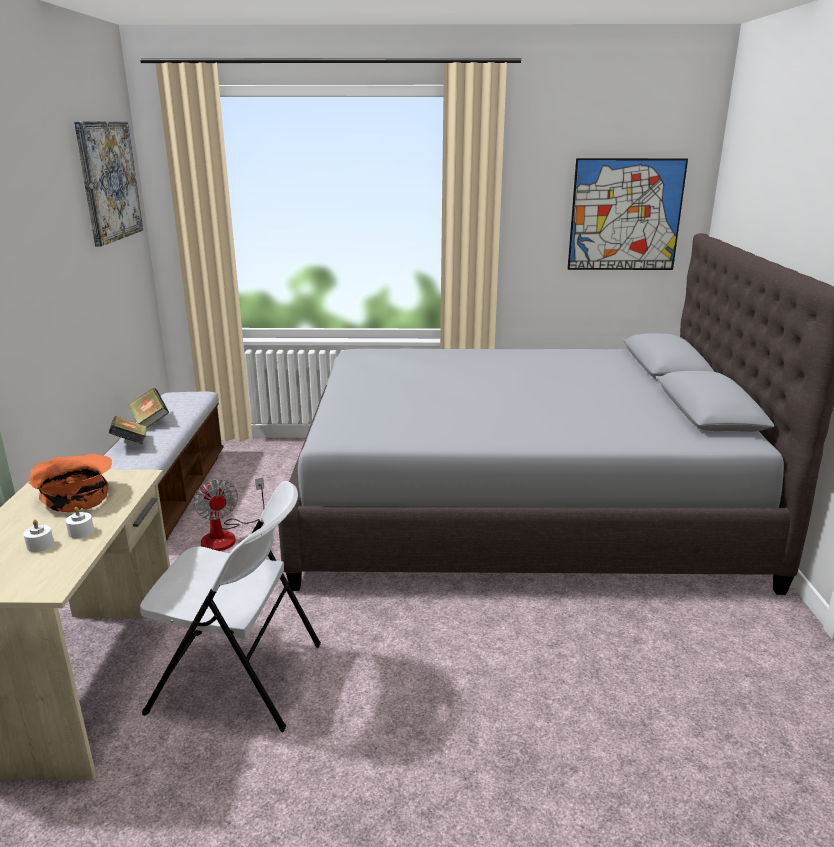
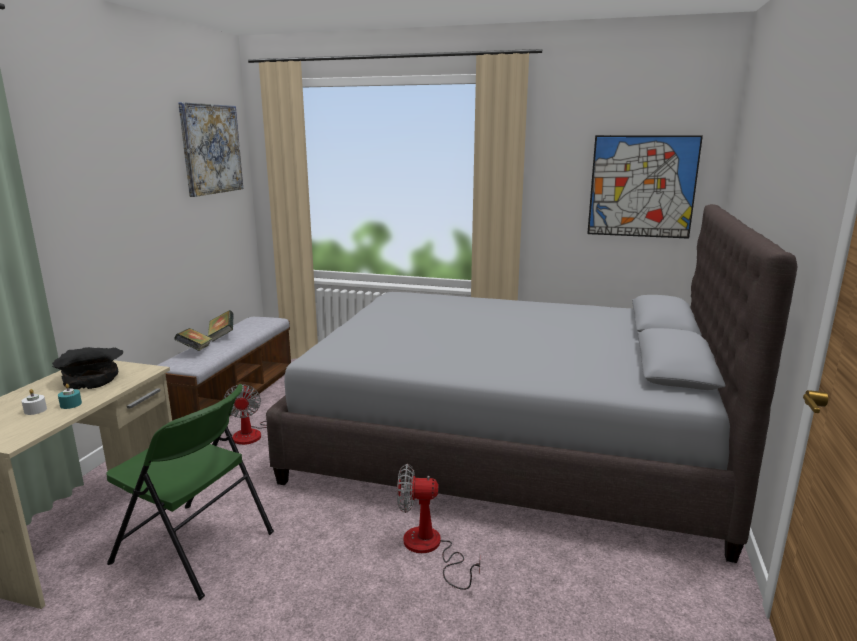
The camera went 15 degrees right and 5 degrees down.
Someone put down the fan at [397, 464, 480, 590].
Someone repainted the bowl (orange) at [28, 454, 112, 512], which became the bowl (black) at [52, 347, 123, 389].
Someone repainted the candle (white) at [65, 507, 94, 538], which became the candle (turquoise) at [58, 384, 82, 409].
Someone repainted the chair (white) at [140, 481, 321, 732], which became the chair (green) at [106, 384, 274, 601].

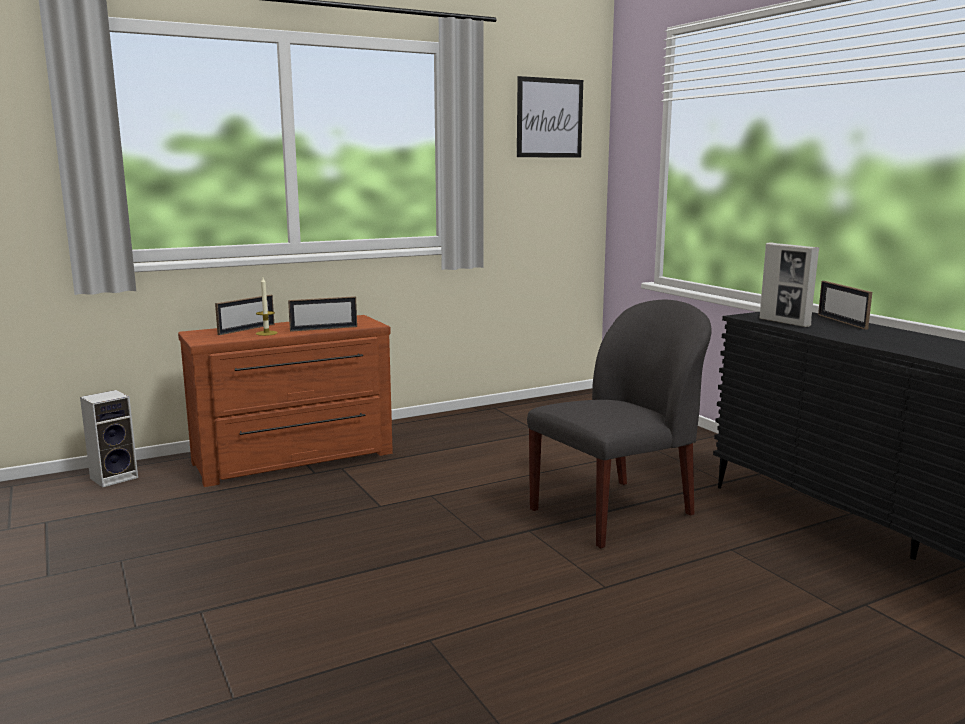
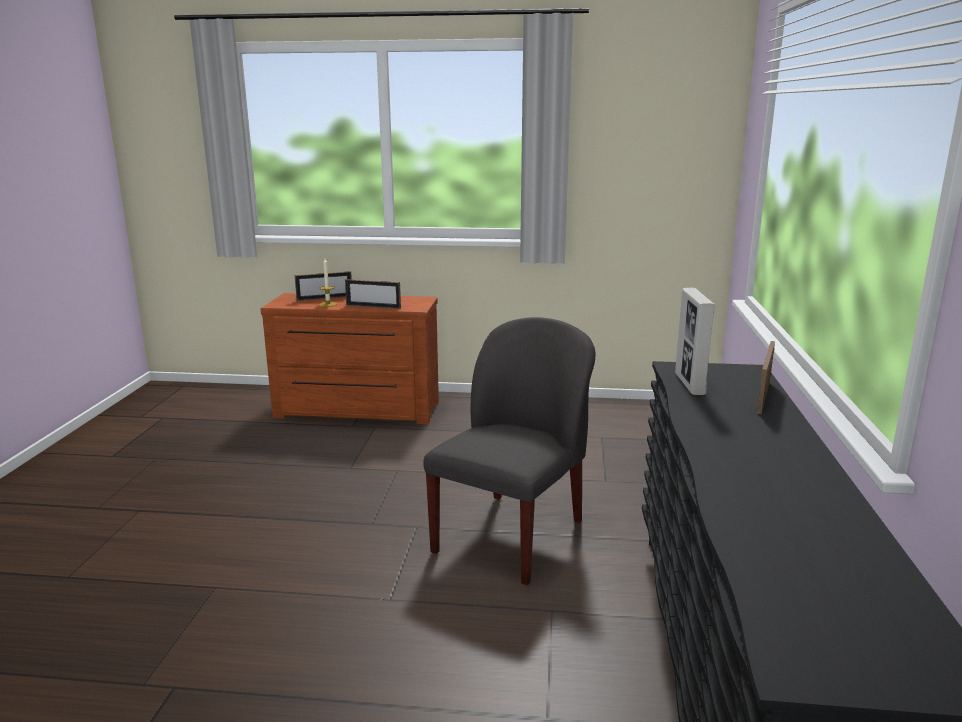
The camera went 35 degrees right and 5 degrees up.
Someone took away the speaker at [80, 390, 138, 487].
Someone took away the picture at [517, 76, 583, 158].
Someone rotated the chair (grey) at [527, 300, 712, 548] by 60 degrees counterclockwise.

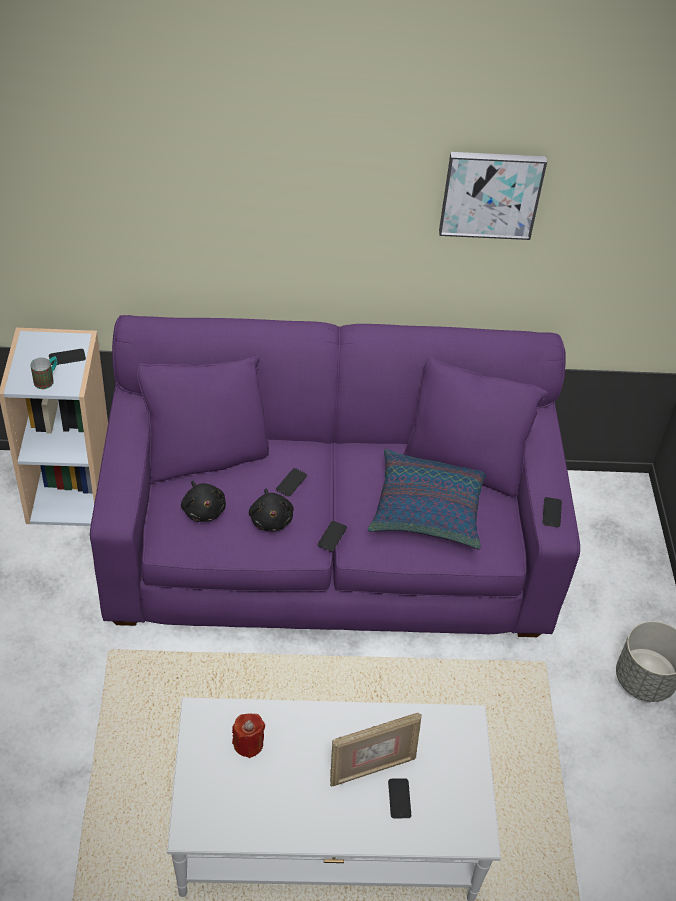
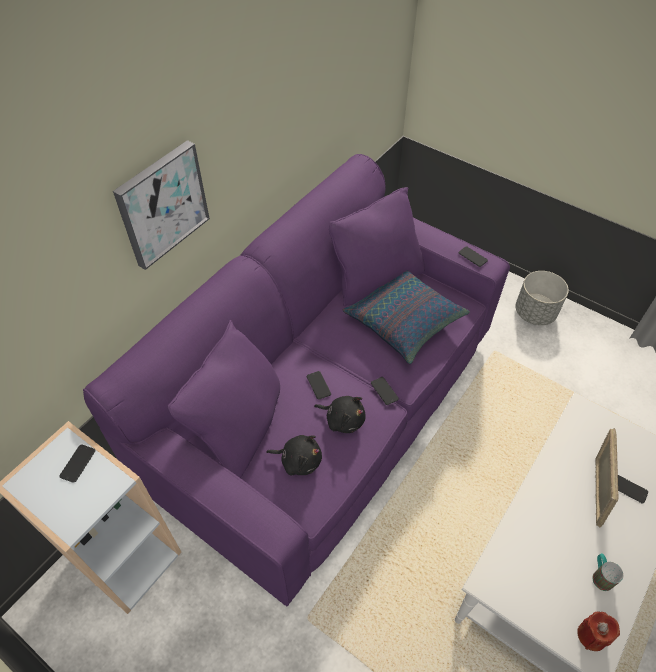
The camera went 50 degrees left and 5 degrees up.
Someone carried the mug from [31, 357, 58, 389] to [592, 553, 623, 591].
Someone carried the candle (red) from [232, 714, 265, 758] to [577, 612, 620, 651].
Someone carried the picture from [439, 152, 547, 240] to [113, 140, 210, 270].

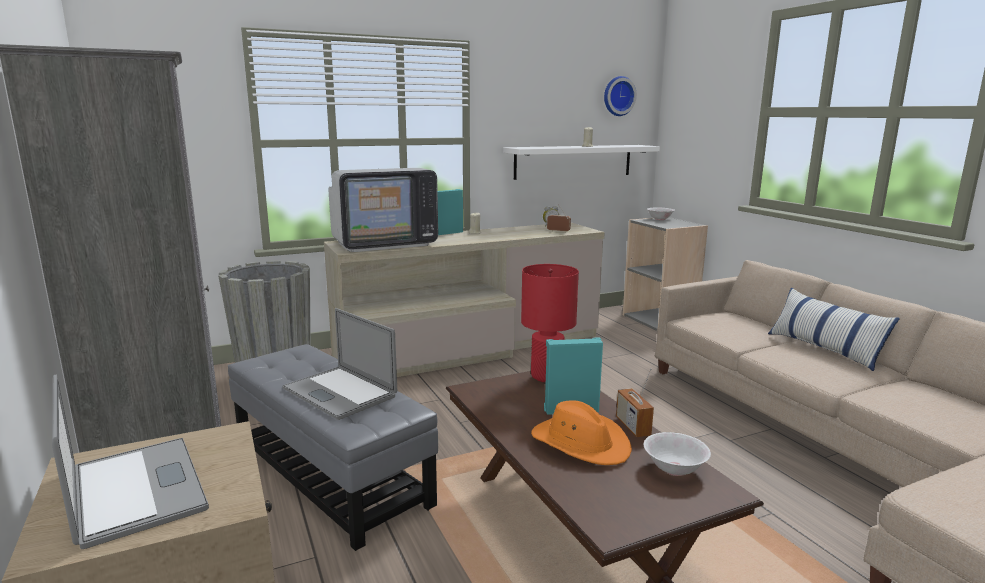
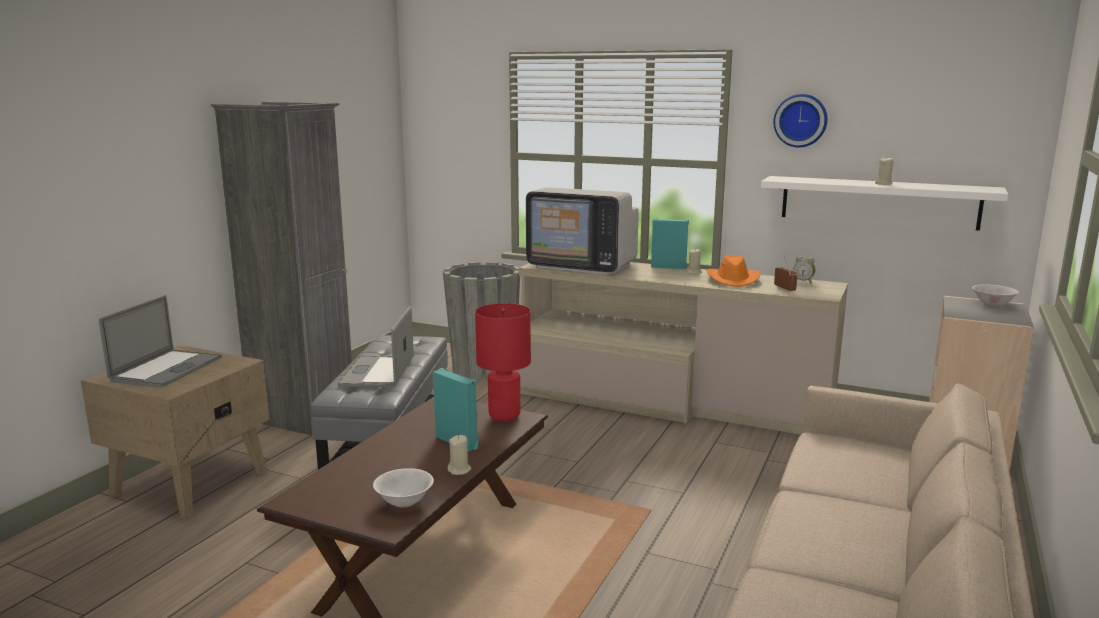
The camera went 50 degrees right and 0 degrees up.
Someone took away the pillow at [768, 288, 900, 371].
Someone carried the hat (orange) from [531, 400, 632, 465] to [707, 255, 761, 287].
Someone carried the wall clock from [604, 76, 637, 116] to [774, 94, 828, 148].
Someone swapped the radio at [616, 368, 654, 437] for the candle (beige) at [448, 435, 472, 475].

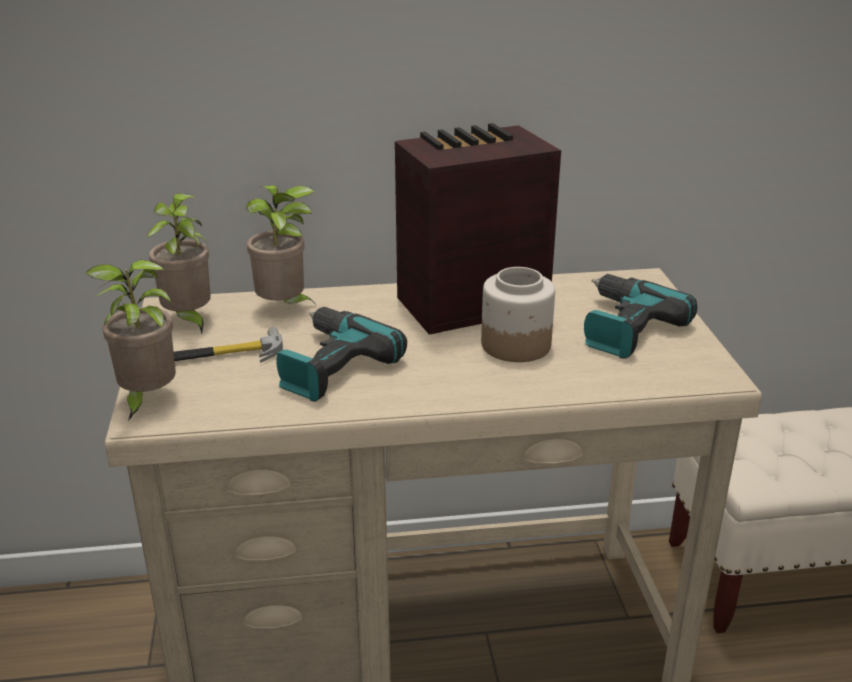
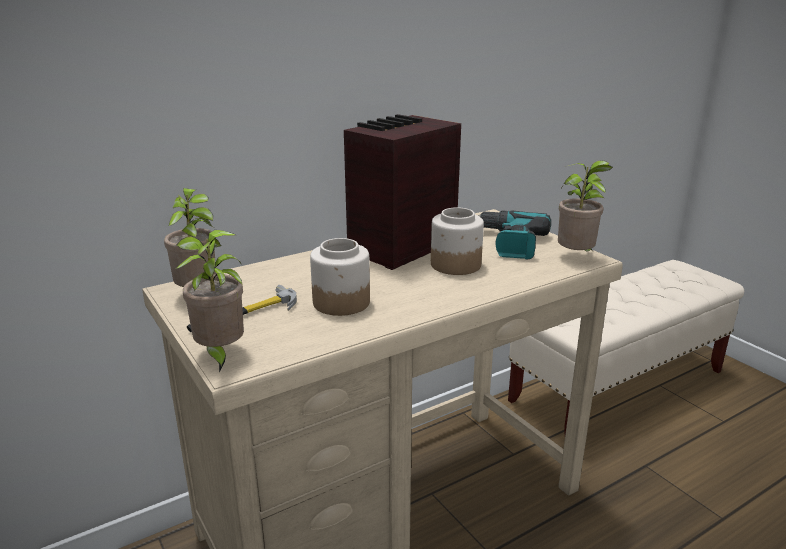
The camera went 25 degrees left and 5 degrees down.
Someone carried the potted plant from [246, 185, 314, 304] to [558, 160, 613, 252].
Someone swapped the power drill at [276, 307, 407, 402] for the jar at [310, 238, 370, 316].

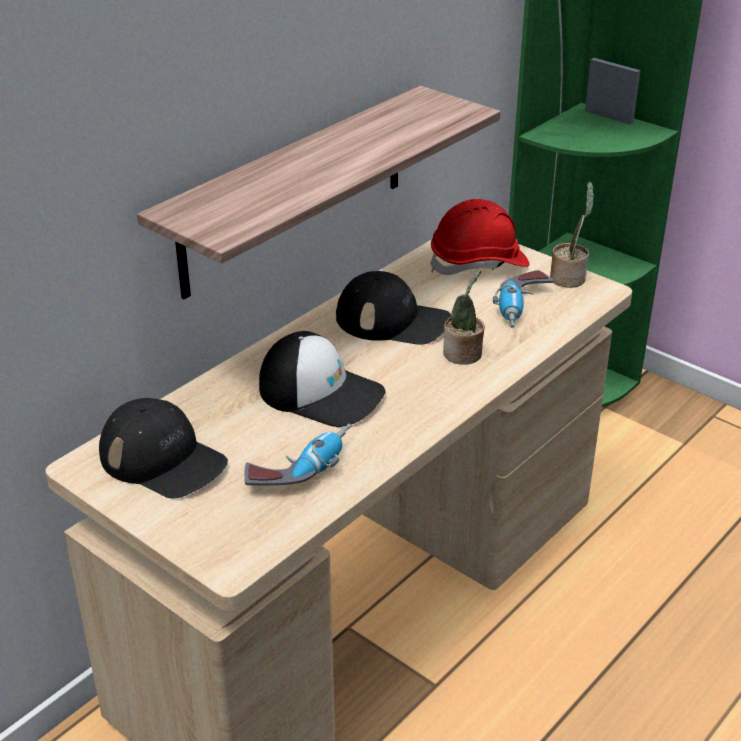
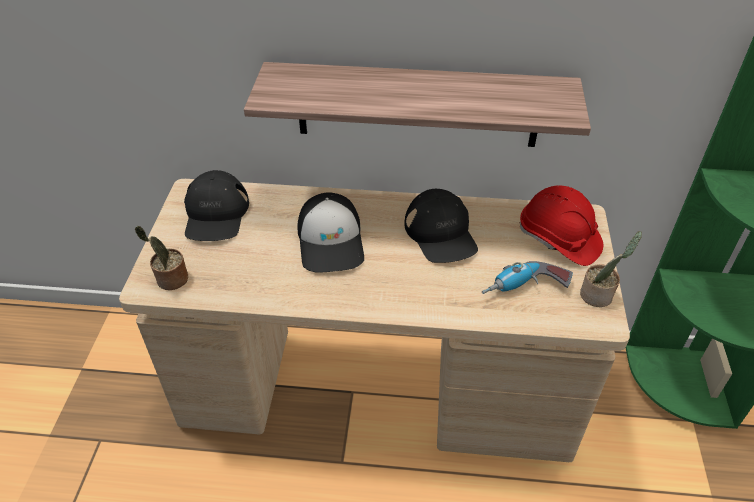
The camera went 55 degrees right and 10 degrees up.
Someone took away the power drill at [244, 424, 351, 486].
Someone carried the potted plant from [443, 270, 485, 364] to [135, 226, 188, 290].

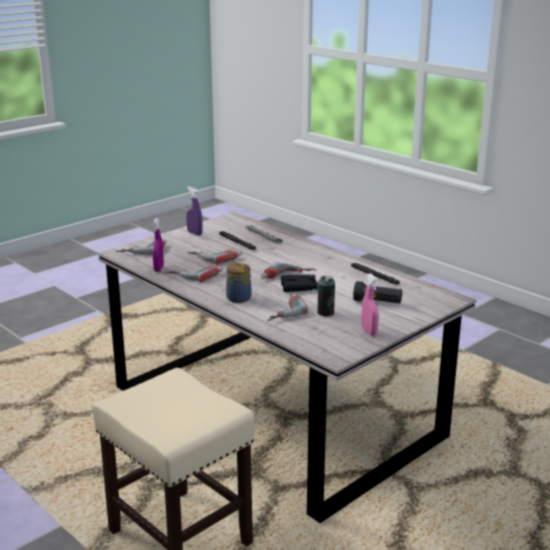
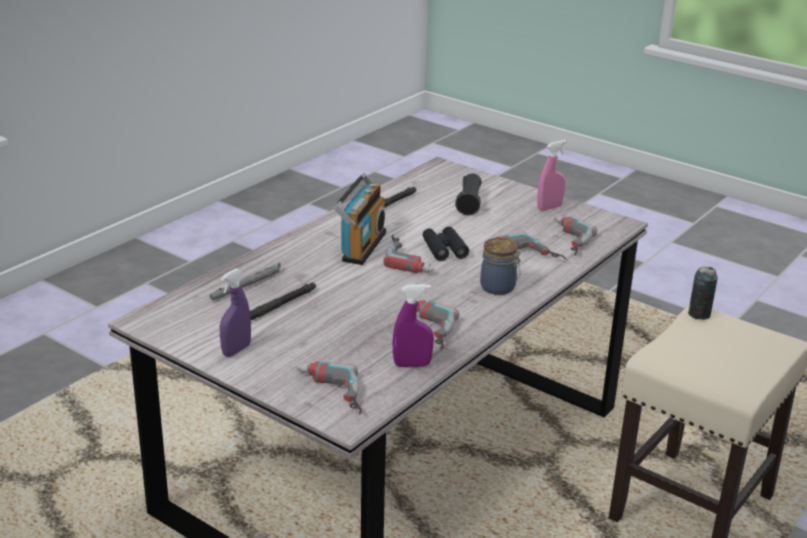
The camera went 100 degrees left and 5 degrees up.
Someone put down the radio at [333, 173, 386, 265].
Someone carried the power drill from [187, 250, 242, 265] to [555, 216, 597, 255].
Someone carried the can from [317, 276, 335, 317] to [688, 267, 718, 320].

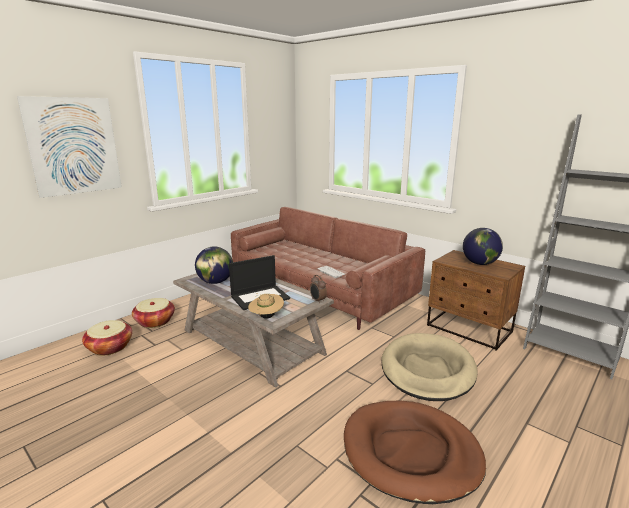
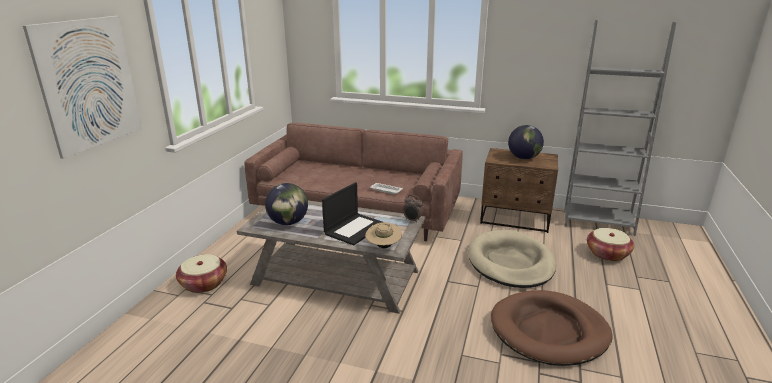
The camera went 25 degrees left and 5 degrees up.
Someone carried the basket from [82, 320, 132, 356] to [587, 228, 634, 261].

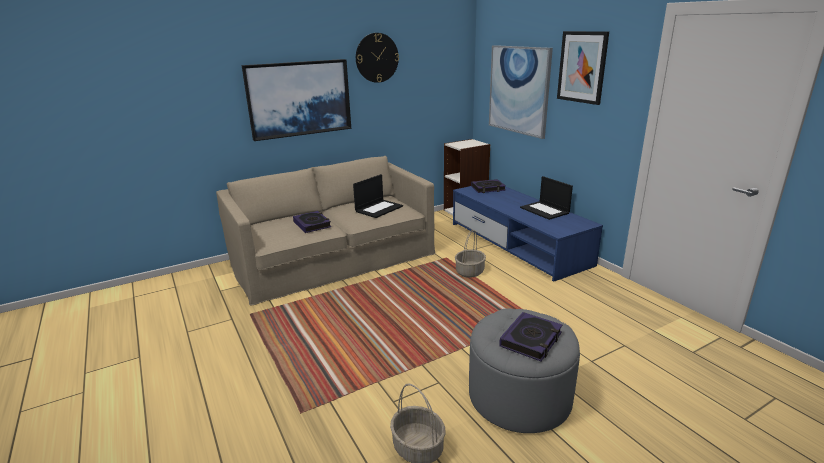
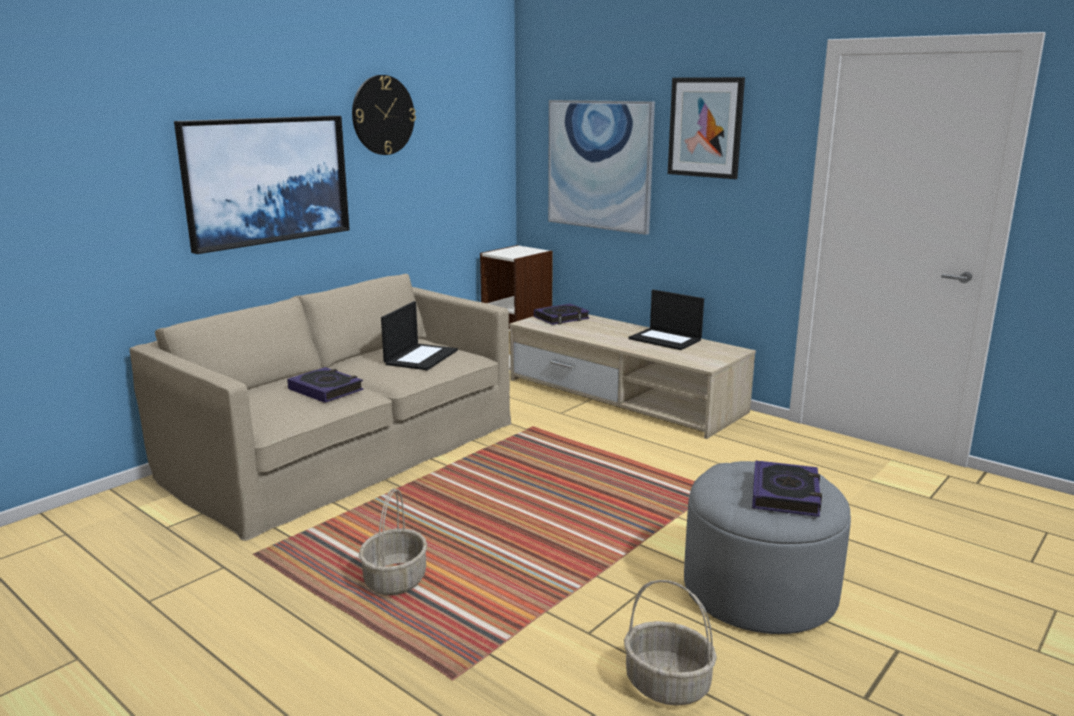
The camera went 20 degrees left and 5 degrees down.
Someone carried the basket from [455, 230, 486, 278] to [359, 488, 427, 596].
Someone repainted the tv stand (blue) at [453, 186, 603, 282], which became the tv stand (beige) at [509, 314, 756, 439].

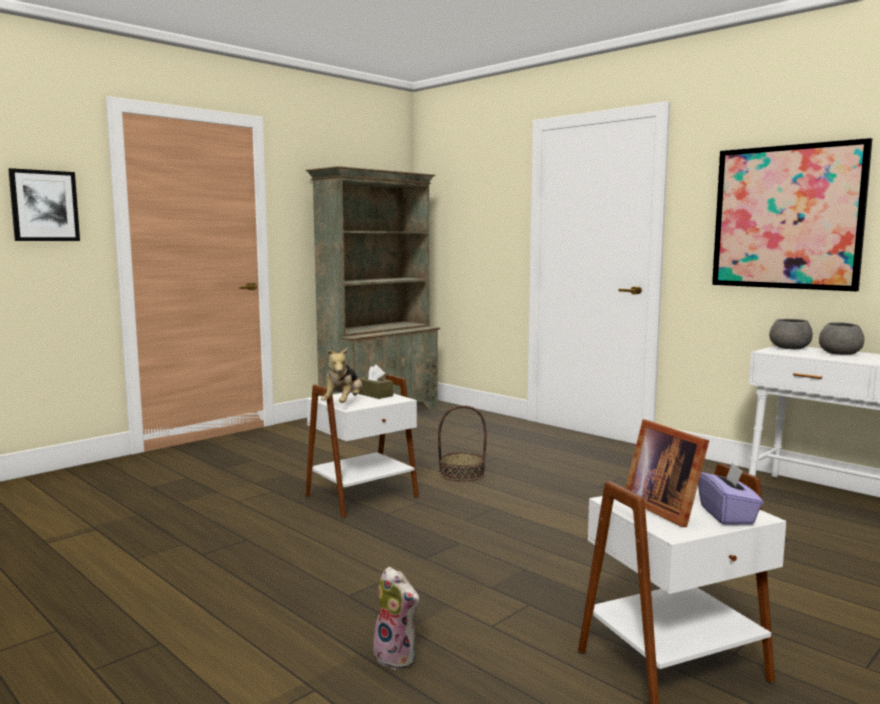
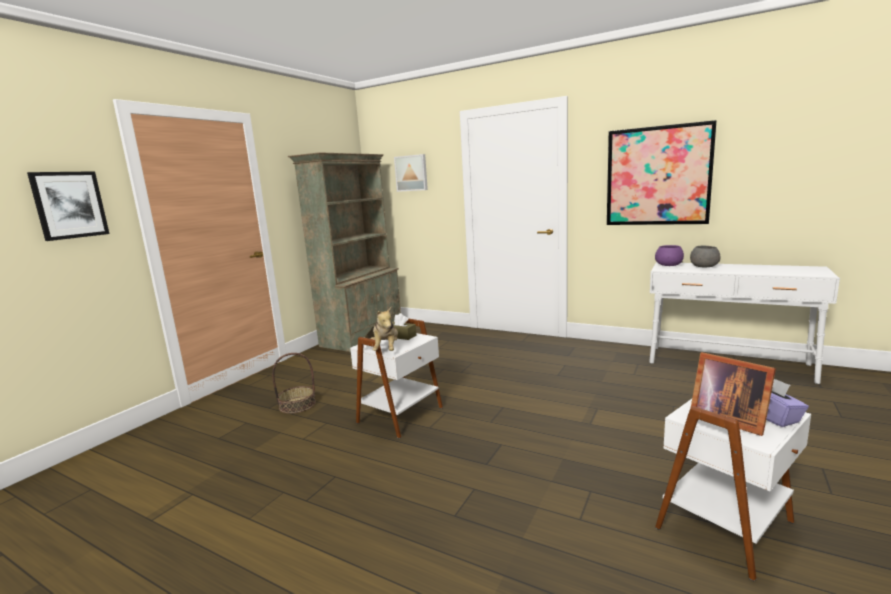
The camera went 15 degrees left and 5 degrees up.
Someone took away the plush toy at [372, 567, 419, 670].
Someone put up the picture at [394, 154, 428, 192].
Someone carried the basket from [438, 405, 487, 481] to [272, 353, 316, 414].
Someone repainted the bowl (grey) at [769, 319, 813, 349], which became the bowl (purple) at [655, 245, 684, 266].

